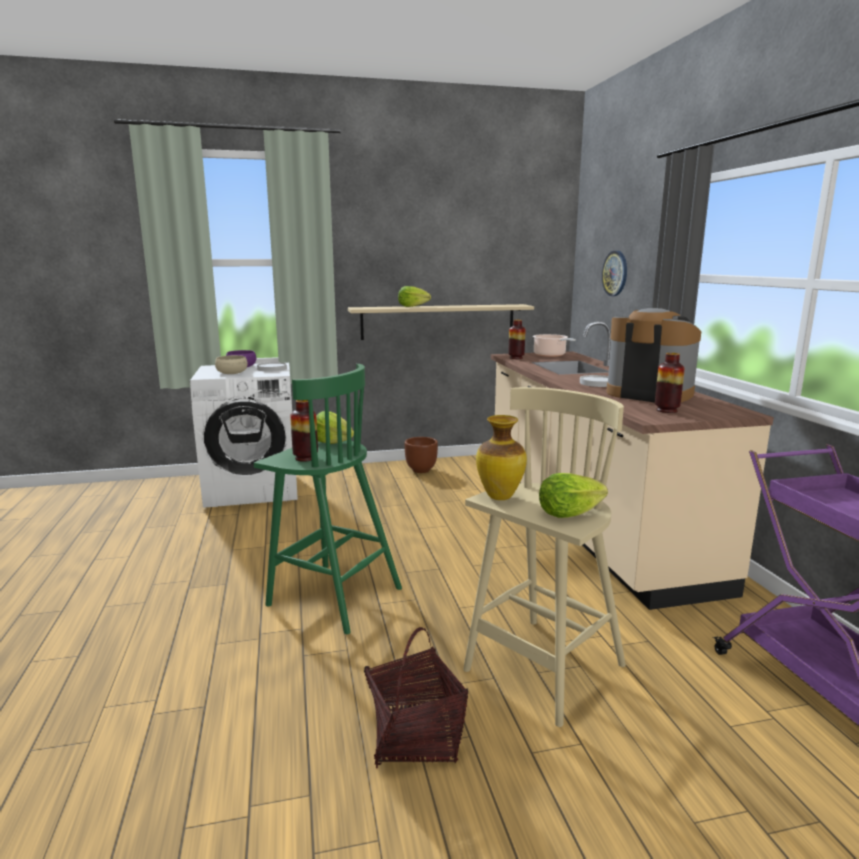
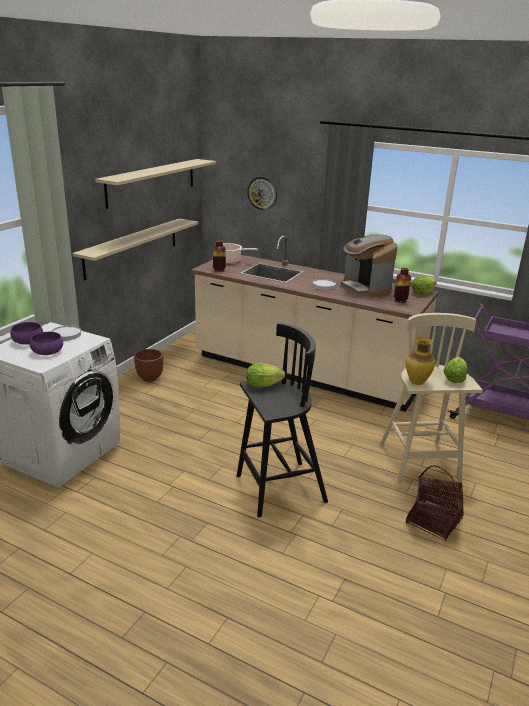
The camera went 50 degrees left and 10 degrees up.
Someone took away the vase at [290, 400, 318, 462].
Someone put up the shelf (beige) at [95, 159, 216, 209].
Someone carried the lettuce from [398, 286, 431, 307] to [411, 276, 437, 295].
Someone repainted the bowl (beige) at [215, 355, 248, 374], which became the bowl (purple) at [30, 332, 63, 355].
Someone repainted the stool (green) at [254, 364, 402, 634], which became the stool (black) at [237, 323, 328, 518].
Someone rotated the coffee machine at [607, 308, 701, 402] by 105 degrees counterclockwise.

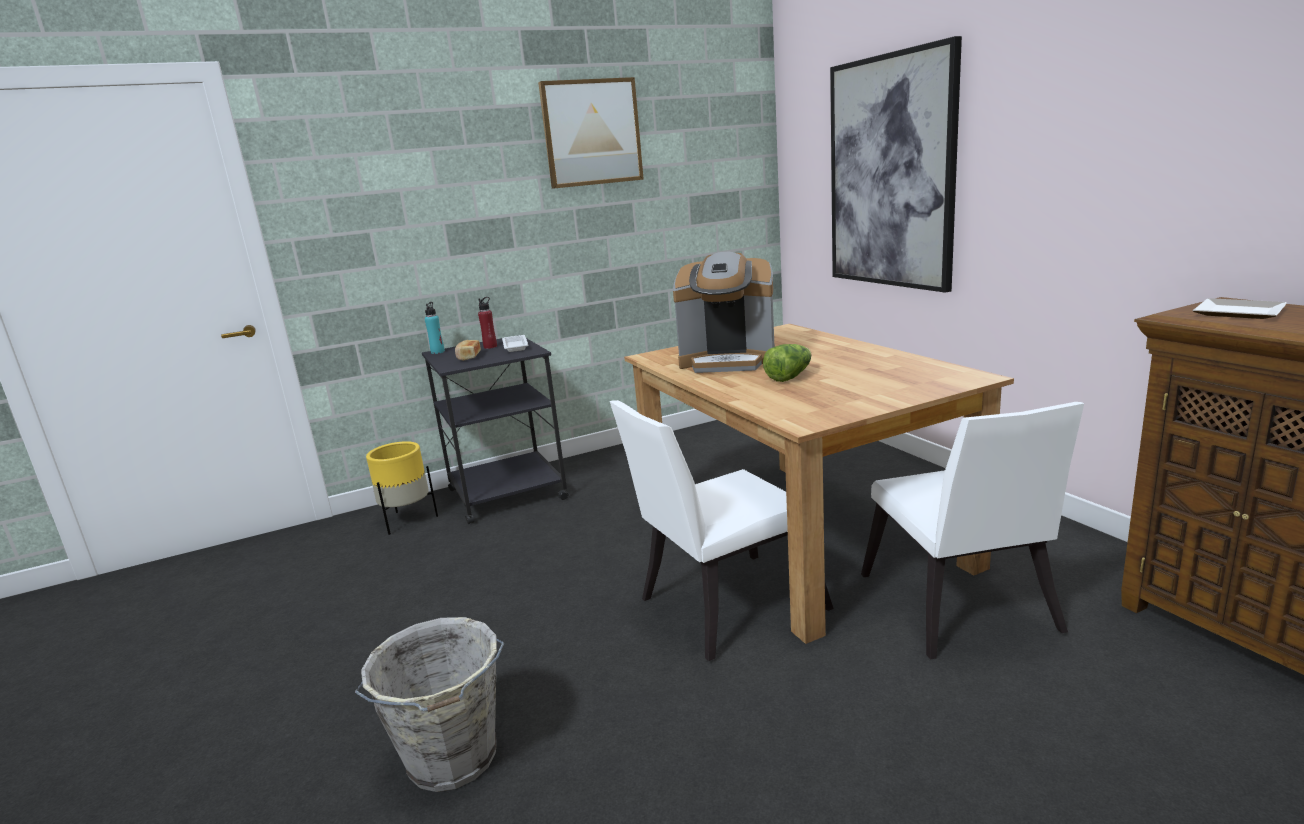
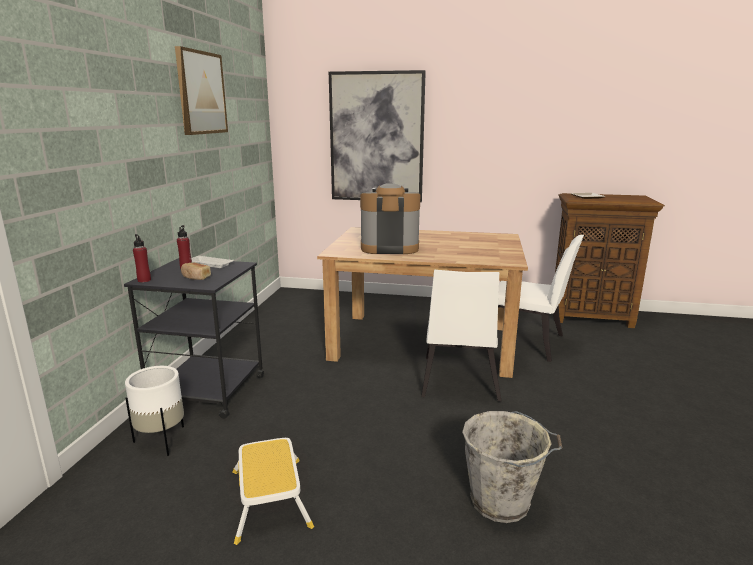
The camera went 55 degrees left and 0 degrees up.
Someone took away the lettuce at [763, 344, 812, 382].
Someone put down the step ladder (yellow) at [232, 438, 314, 545].
Someone repainted the planter (yellow) at [366, 441, 438, 535], which became the planter (white) at [125, 366, 184, 456].
Someone repainted the bottle (turquoise) at [425, 302, 445, 354], which became the bottle (red) at [133, 234, 151, 282].
Someone rotated the coffee machine at [673, 252, 775, 373] by 135 degrees counterclockwise.

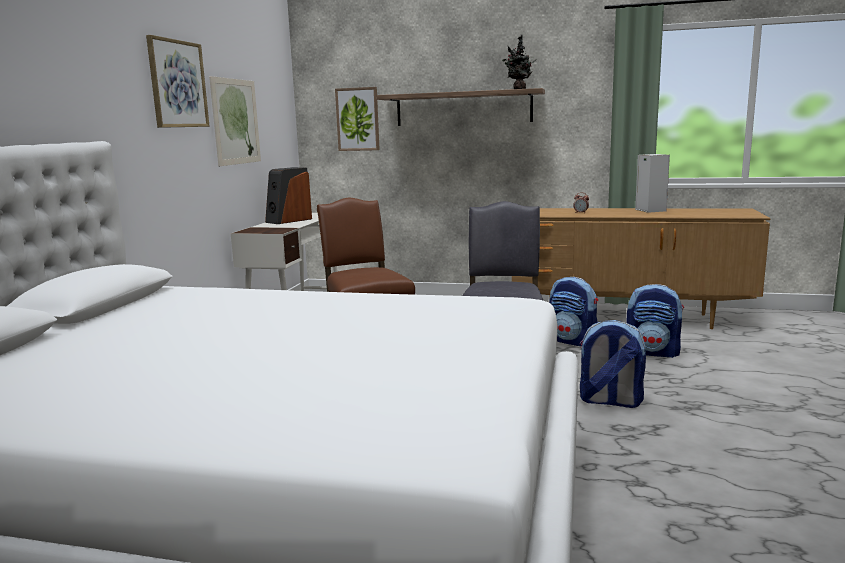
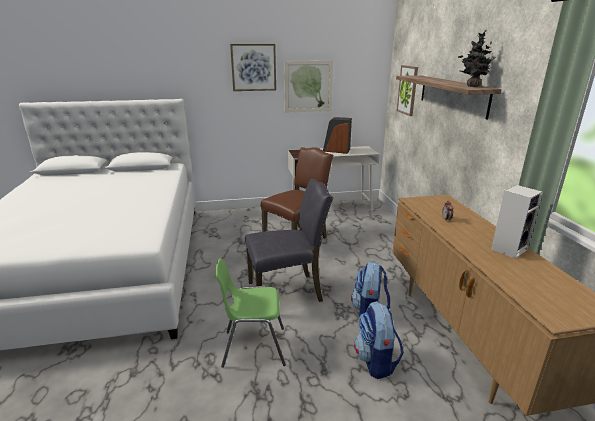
The camera went 65 degrees right and 10 degrees up.
Someone swapped the backpack at [579, 320, 646, 408] for the chair (green) at [215, 258, 286, 368].

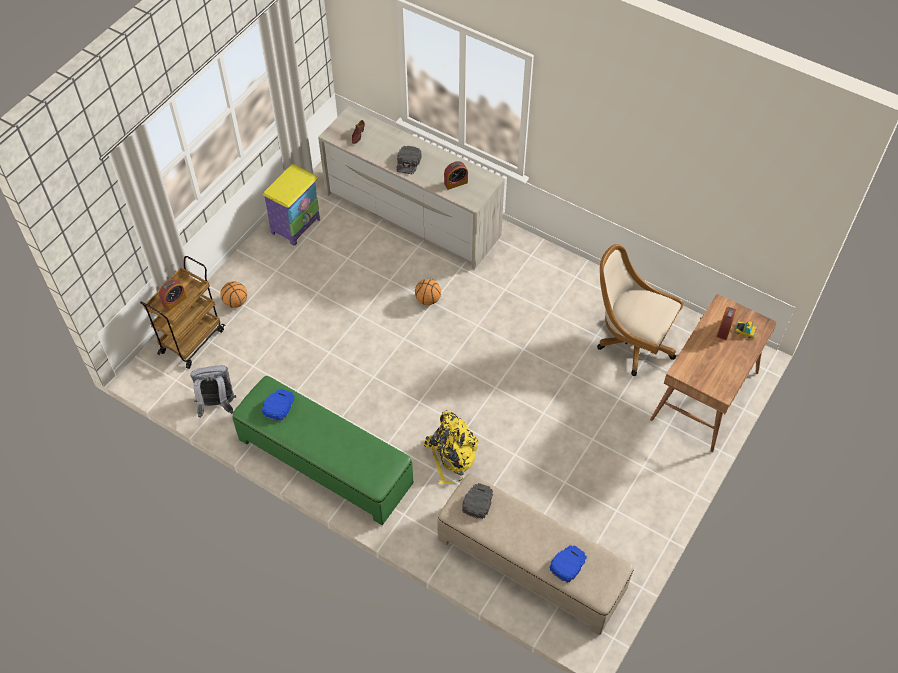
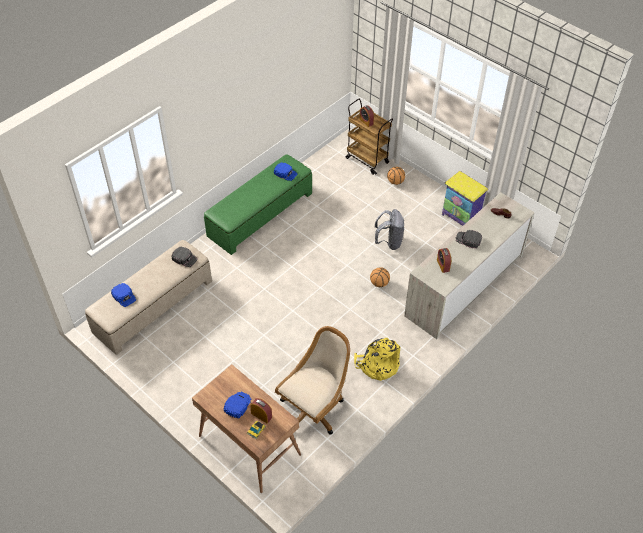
The camera went 100 degrees right and 5 degrees down.
Someone put down the cap (blue) at [224, 391, 251, 419].
Someone carried the backpack (grey) from [190, 365, 236, 418] to [375, 209, 404, 250].
Someone carried the backpack (yellow) from [424, 411, 481, 484] to [354, 338, 400, 380].

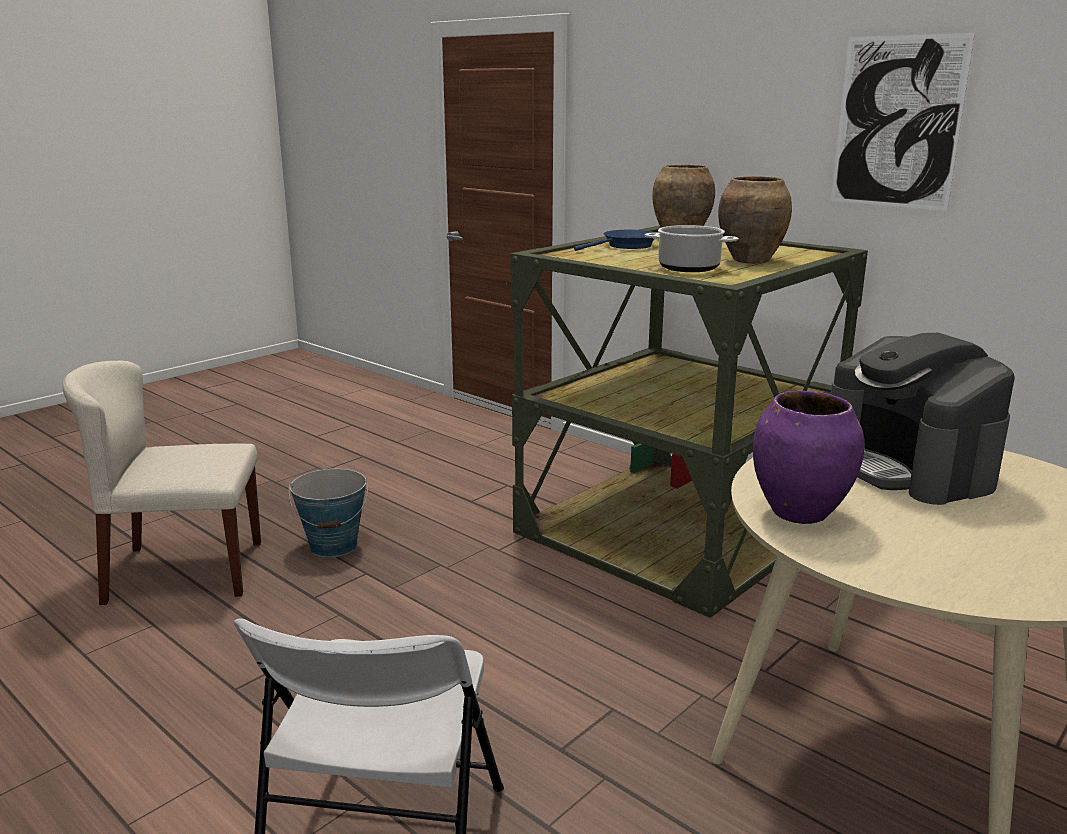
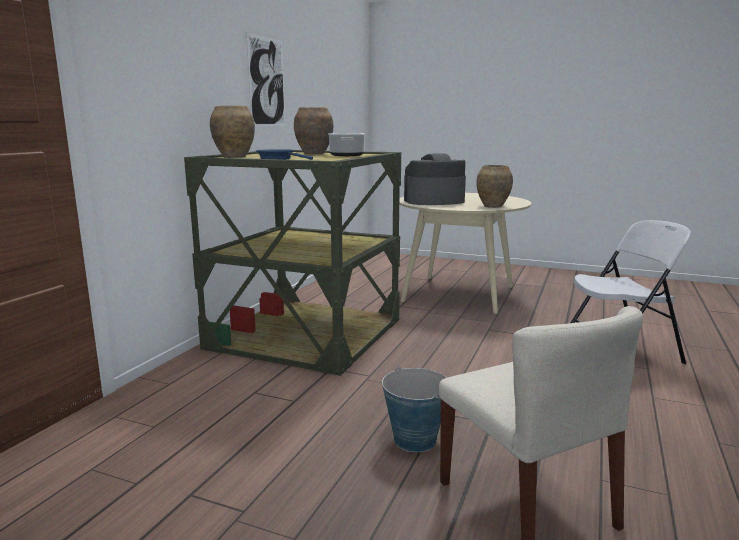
The camera went 110 degrees left and 5 degrees down.
Someone repainted the vase (purple) at [753, 391, 864, 524], which became the vase (brown) at [476, 165, 513, 208].
Someone rotated the coffee machine at [831, 333, 1015, 505] by 150 degrees counterclockwise.

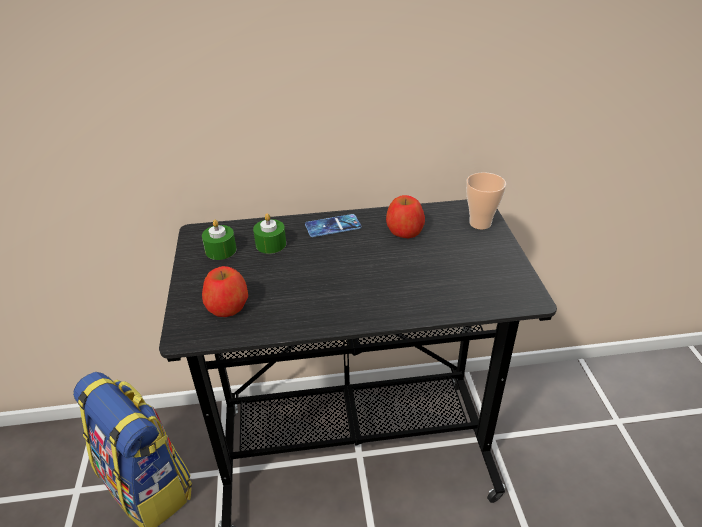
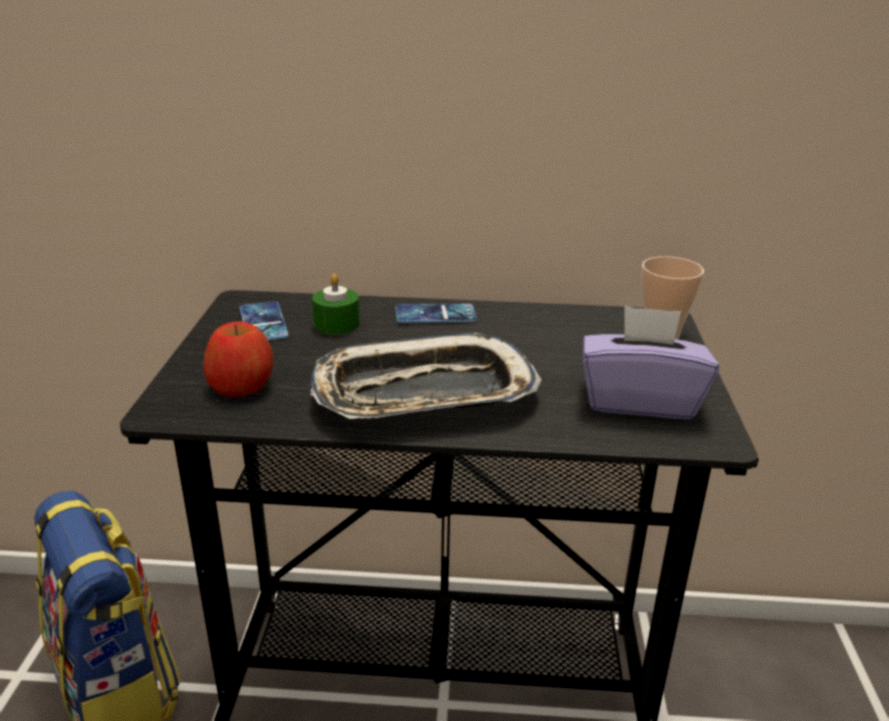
The camera went 10 degrees right and 10 degrees down.
Someone took away the apple at [386, 195, 425, 238].
Someone put down the tray at [310, 333, 542, 419].
Someone put down the tissue box (purple) at [583, 306, 719, 419].
Someone swapped the candle (green) at [202, 219, 236, 260] for the phone at [240, 301, 289, 340].

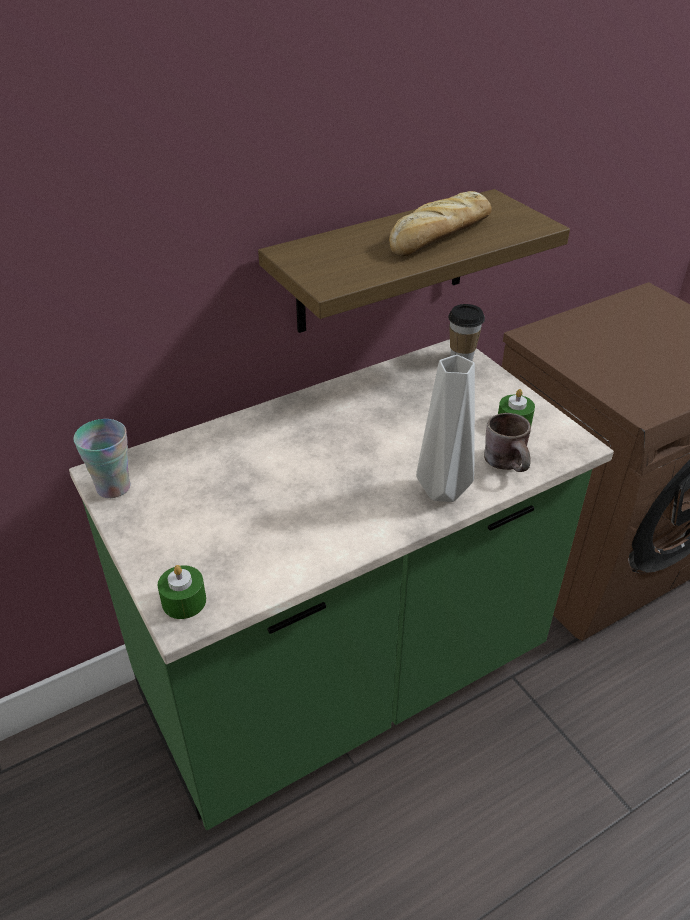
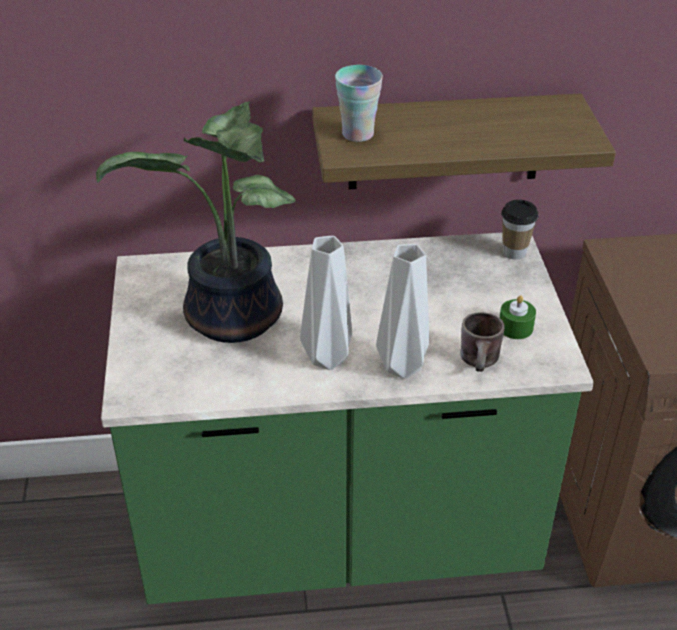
The camera went 25 degrees right and 0 degrees up.
Someone took away the candle (green) at [158, 565, 206, 619].
Someone took away the bread at [389, 191, 492, 256].
Someone put down the potted plant at [96, 102, 296, 343].
Someone put down the vase (grey) at [300, 236, 352, 370].
Someone carried the cup from [73, 419, 130, 498] to [335, 65, 383, 142].

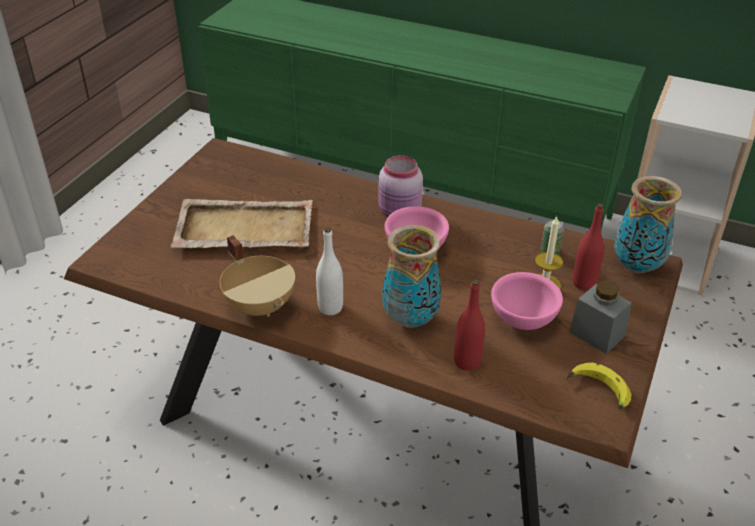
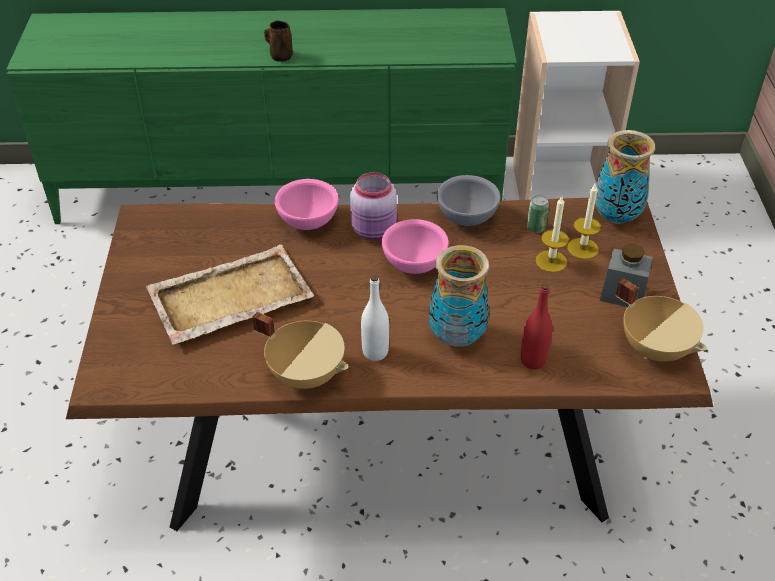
The camera went 25 degrees left and 5 degrees up.
Someone put down the mug (brown) at [264, 21, 293, 62].
Someone put down the bowl (grey) at [437, 175, 500, 226].
Someone carried the bowl (pink) from [491, 272, 563, 330] to [275, 179, 339, 230].
Someone swapped the banana at [565, 362, 632, 409] for the cooking pot (beige) at [615, 278, 707, 362].
Someone swapped the bottle (red) at [573, 204, 604, 290] for the candle at [567, 184, 601, 259].

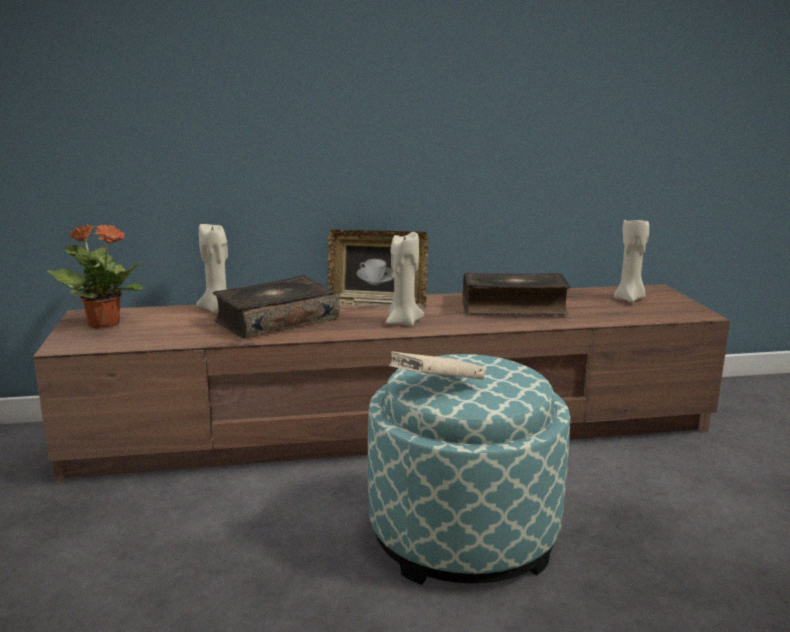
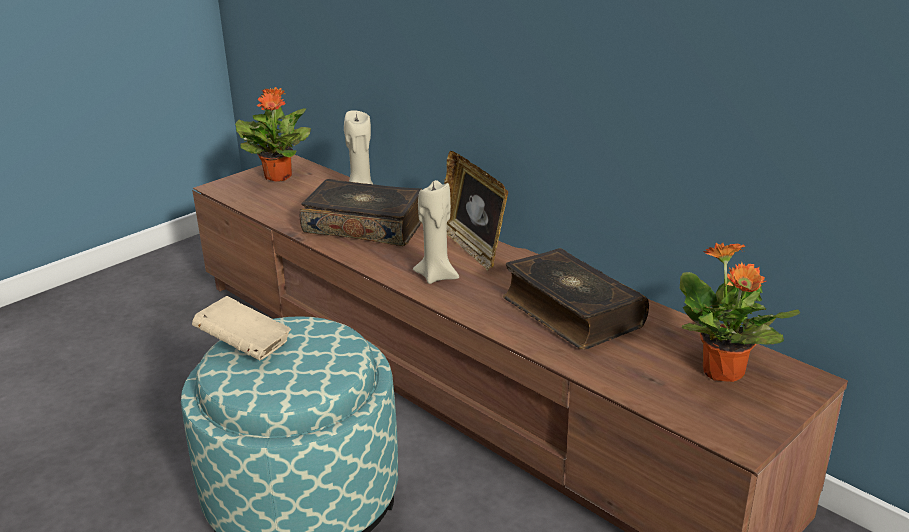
The camera went 55 degrees right and 10 degrees up.
Someone swapped the candle (beige) at [614, 220, 649, 302] for the potted plant at [680, 243, 800, 382].

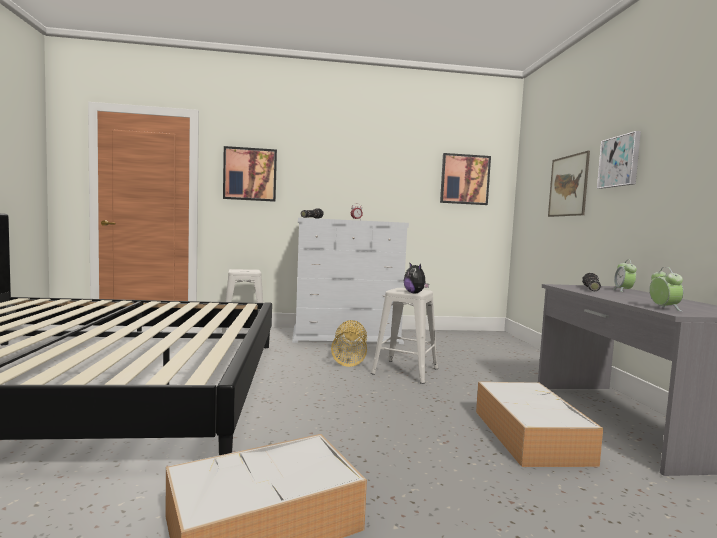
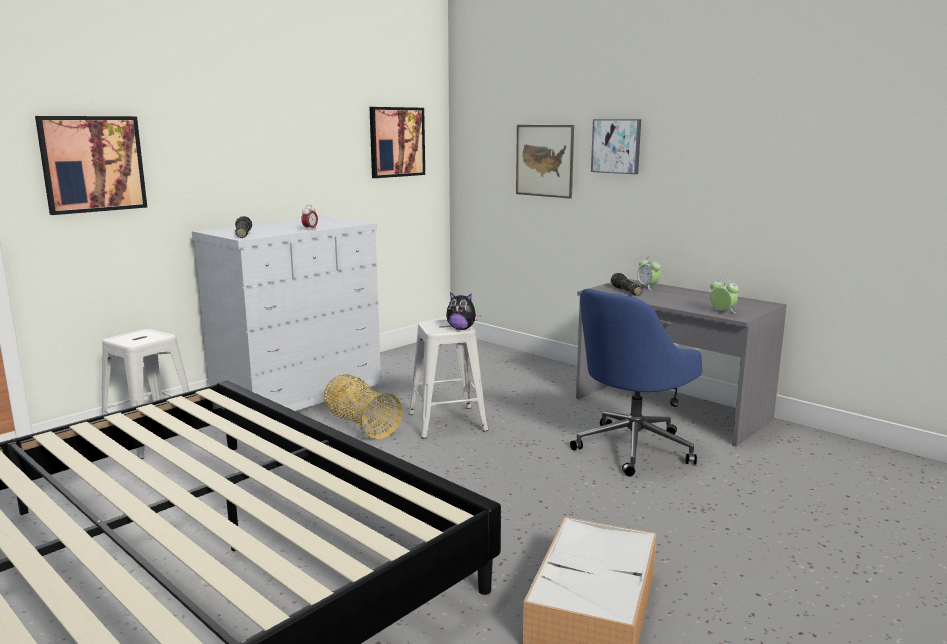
The camera went 40 degrees left and 10 degrees up.
Someone swapped the storage box at [476, 382, 603, 467] for the office chair (blue) at [570, 289, 702, 477].

